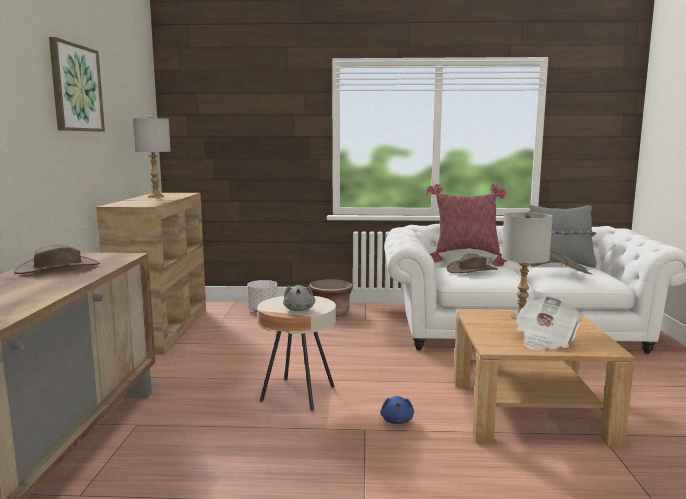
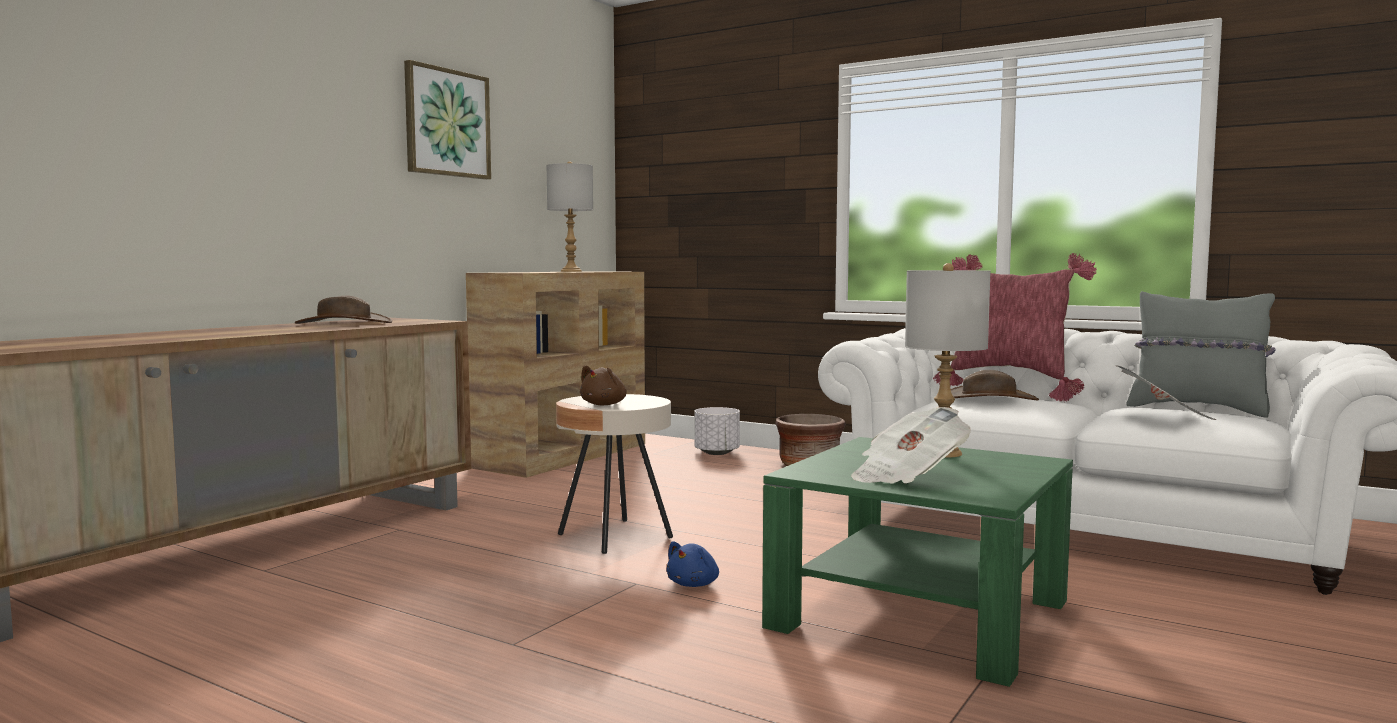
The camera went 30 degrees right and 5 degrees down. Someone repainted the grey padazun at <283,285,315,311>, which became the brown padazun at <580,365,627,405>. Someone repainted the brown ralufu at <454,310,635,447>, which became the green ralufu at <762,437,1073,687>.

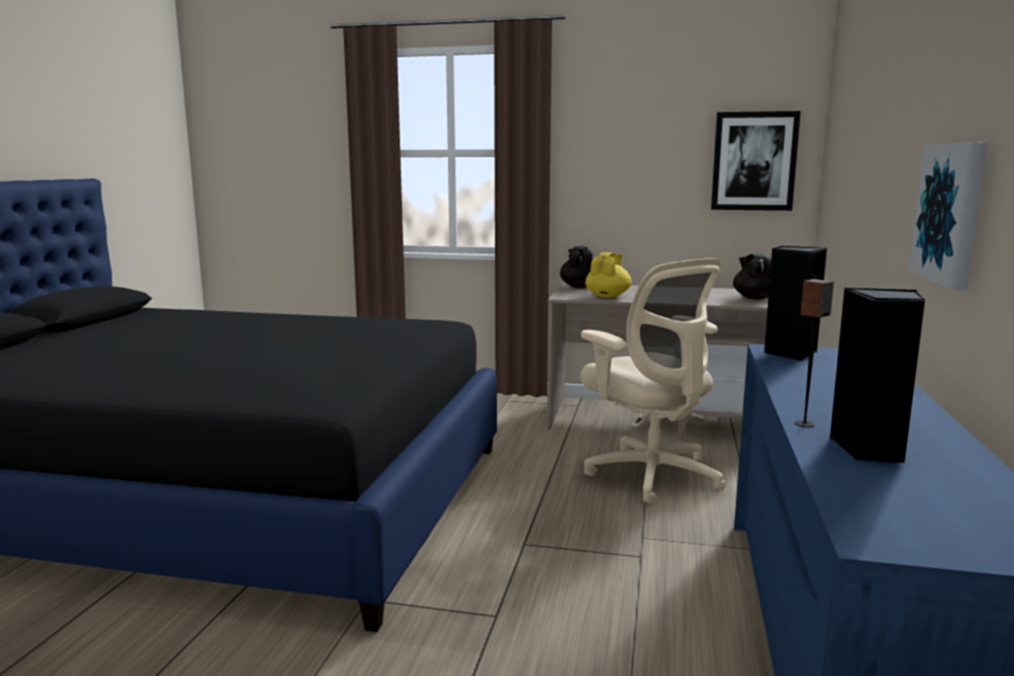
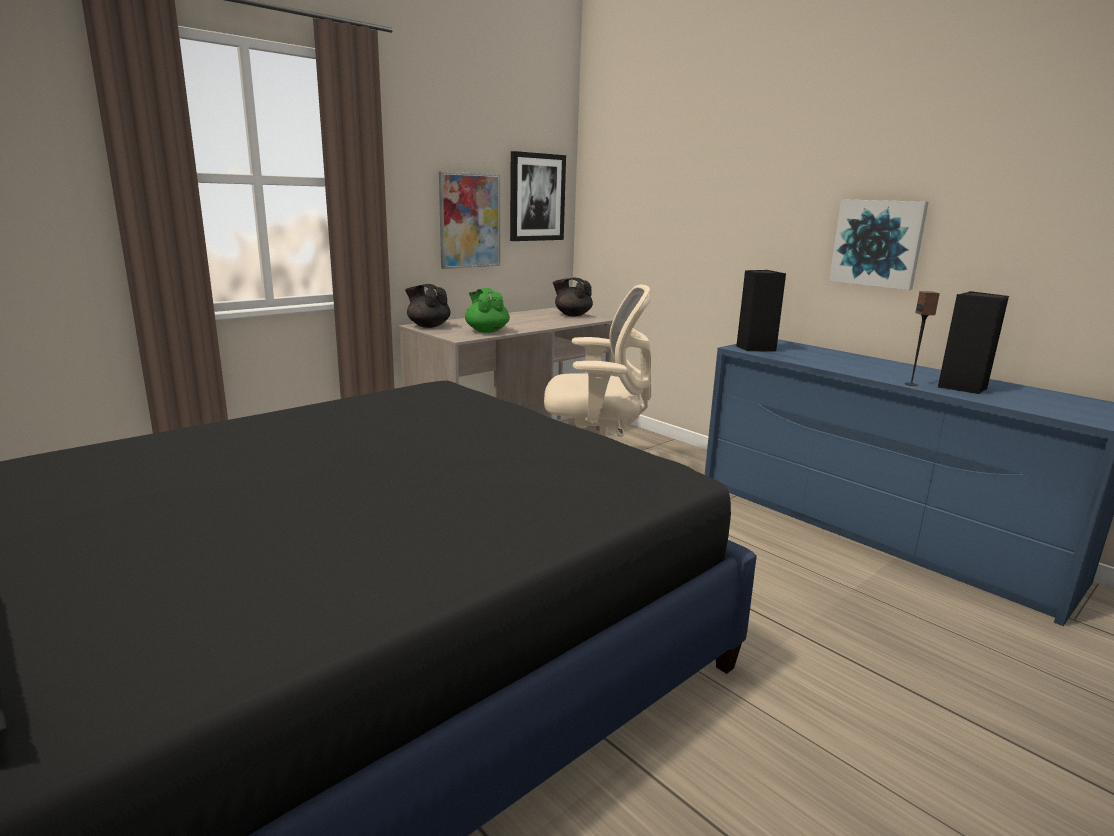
The camera went 55 degrees left and 5 degrees up. Someone repainted the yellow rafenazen at <585,252,632,298>, which became the green rafenazen at <465,288,510,333>. Someone put up the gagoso at <439,172,500,269>.

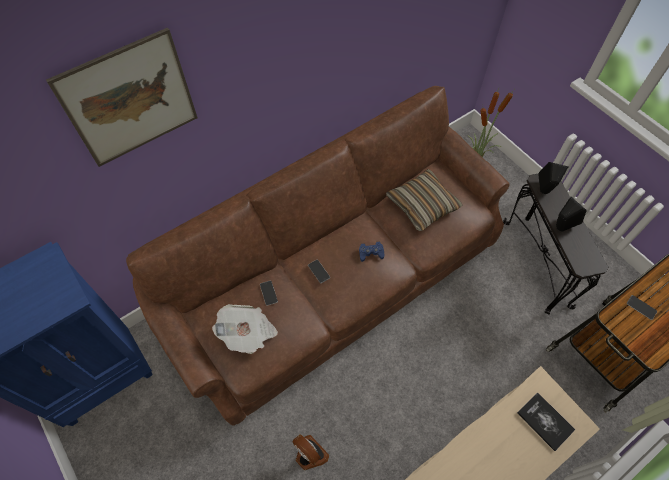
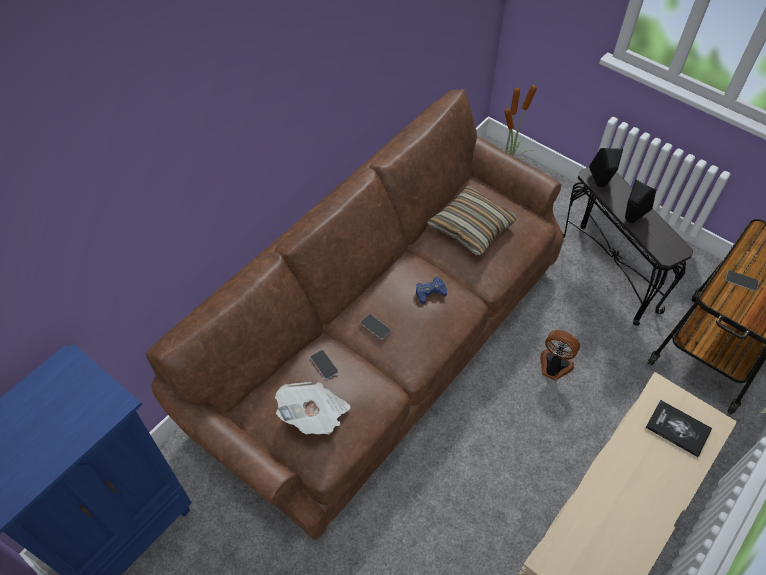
The camera went 15 degrees left and 5 degrees down. Someone took away the gagoso at <46,27,198,167>. Someone carried the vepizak from <292,434,329,470> to <540,330,580,381>.

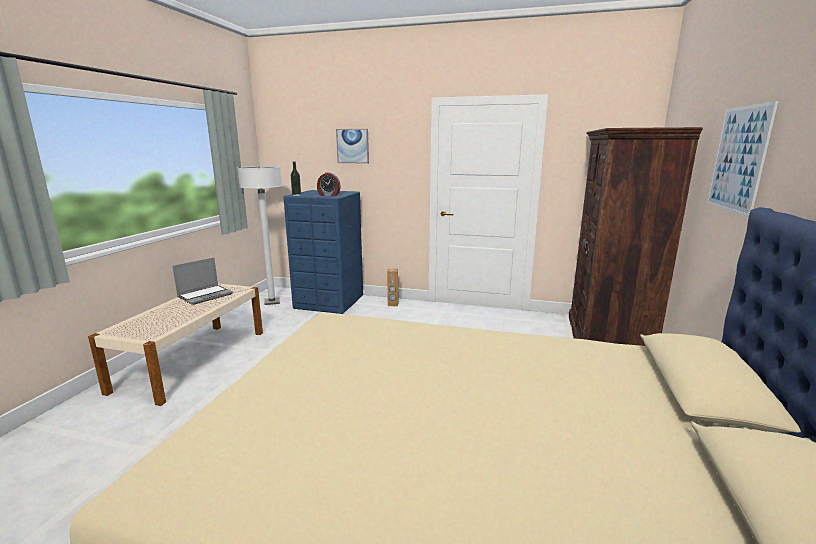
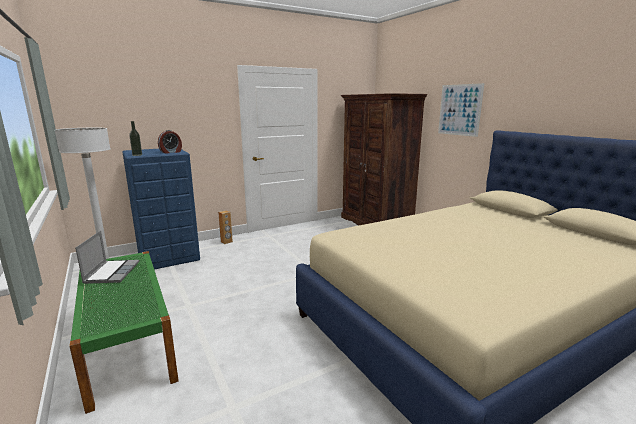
The camera went 45 degrees left and 0 degrees up. Someone repainted the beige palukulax at <88,284,263,406>, which became the green palukulax at <69,251,179,414>. Someone took away the gagoso at <336,129,369,164>.

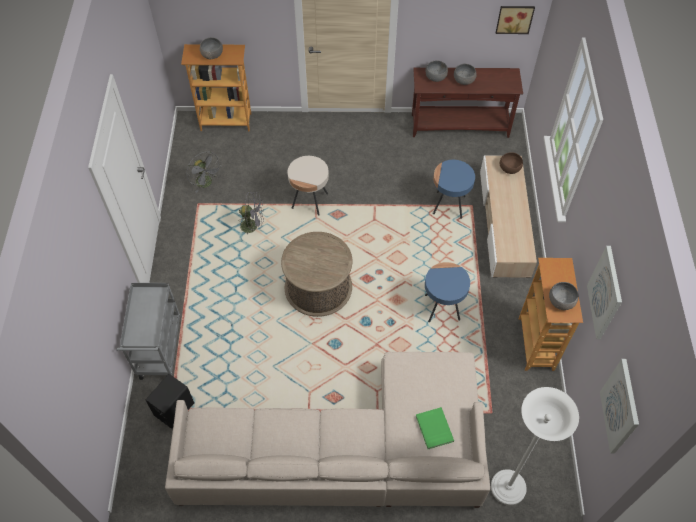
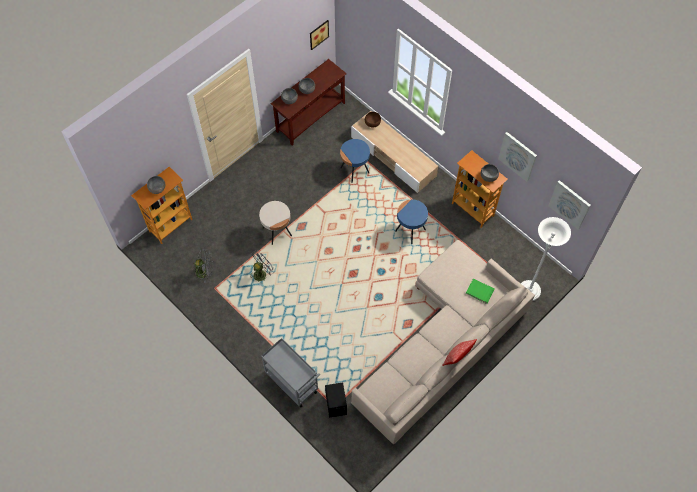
The camera went 45 degrees left and 5 degrees up. Someone took away the brown ralufu at <281,232,353,317>. Someone put down the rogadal at <442,339,477,366>.

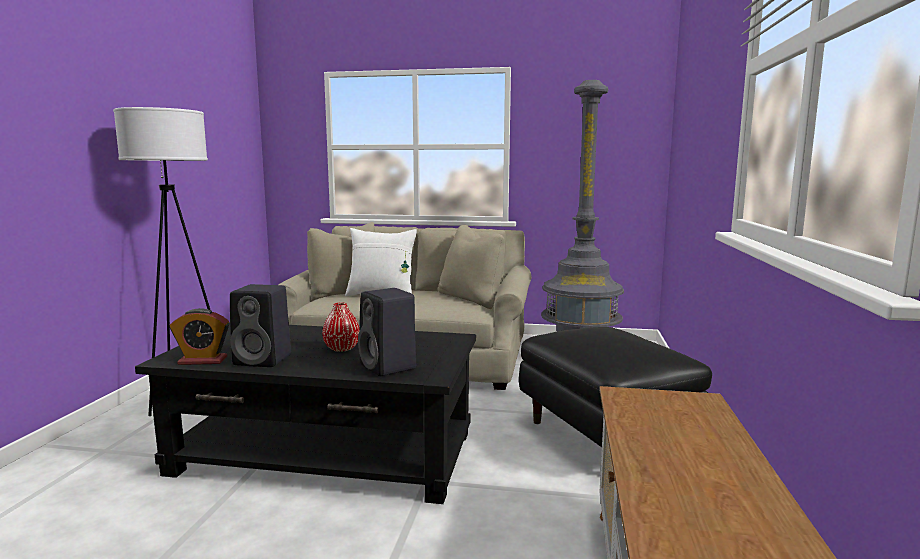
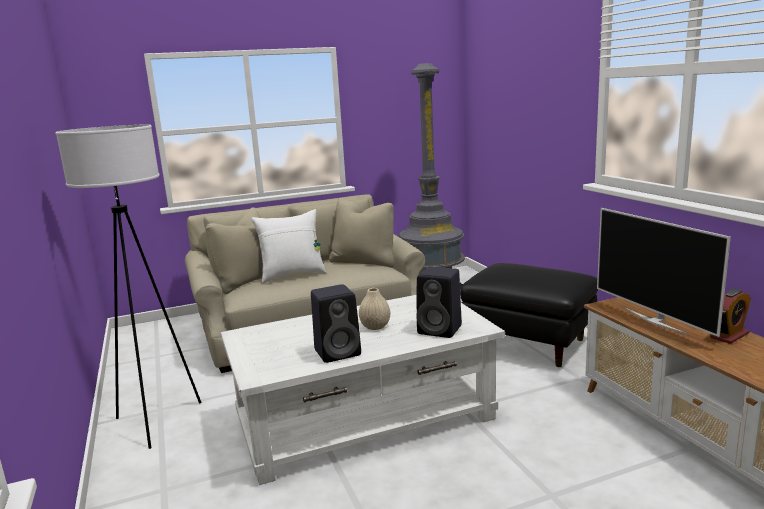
The camera went 30 degrees left and 5 degrees up. Someone repainted the black ralufu at <135,322,476,504>, which became the white ralufu at <221,295,505,485>. Someone carried the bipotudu from <169,308,229,365> to <710,289,751,344>. Someone repainted the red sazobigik at <322,302,359,352>, which became the beige sazobigik at <359,288,390,330>. Someone put down the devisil at <597,208,731,337>.

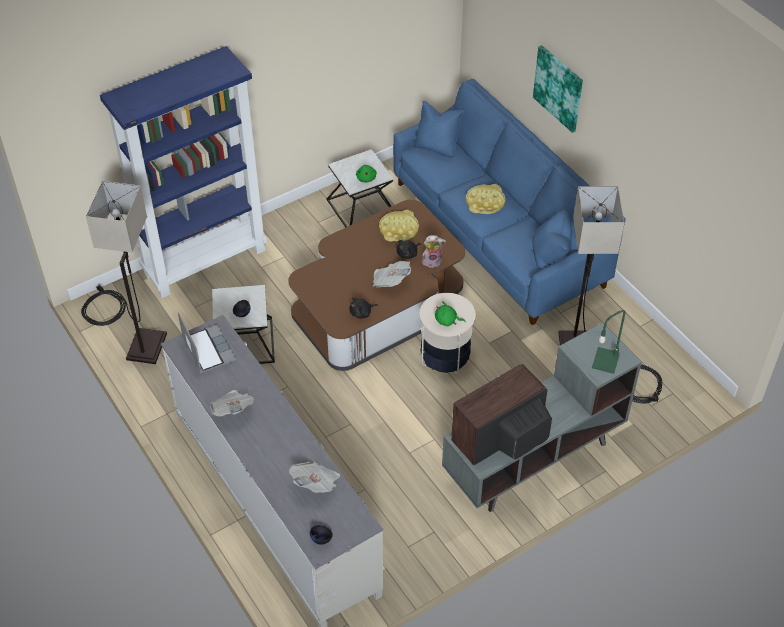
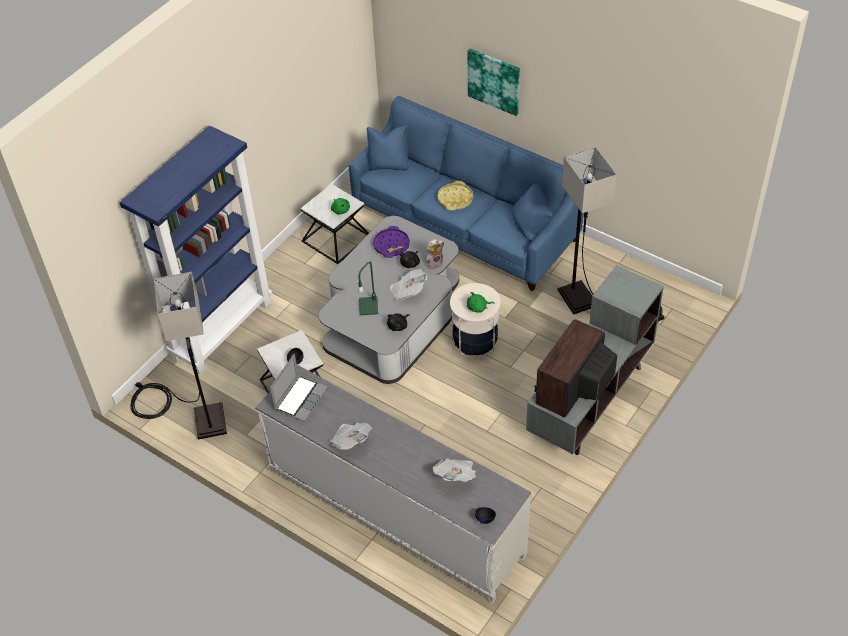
The camera went 20 degrees left and 0 degrees up. Someone rotated the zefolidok at <178,313,236,374> by 75 degrees clockwise. Someone repainted the brown ralufu at <288,200,465,371>, which became the grey ralufu at <318,216,459,384>. Someone repainted the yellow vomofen at <379,210,419,242>, which became the purple vomofen at <373,226,410,258>. Someone carried the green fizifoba from <592,310,626,374> to <358,261,378,315>.

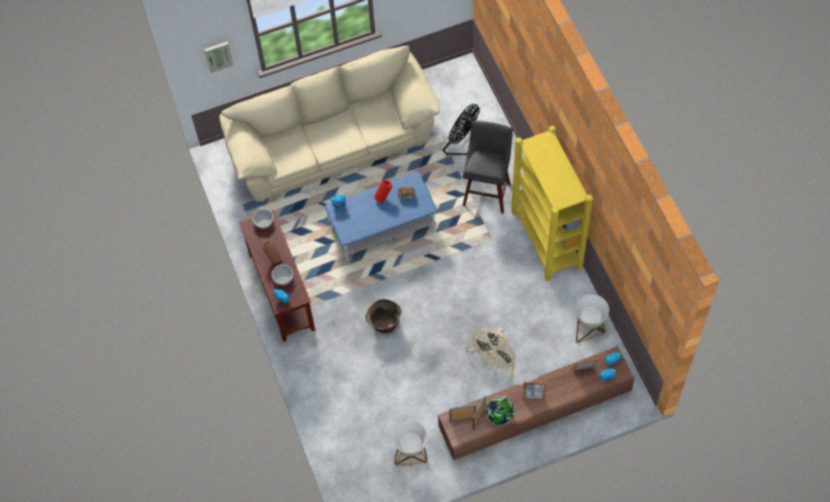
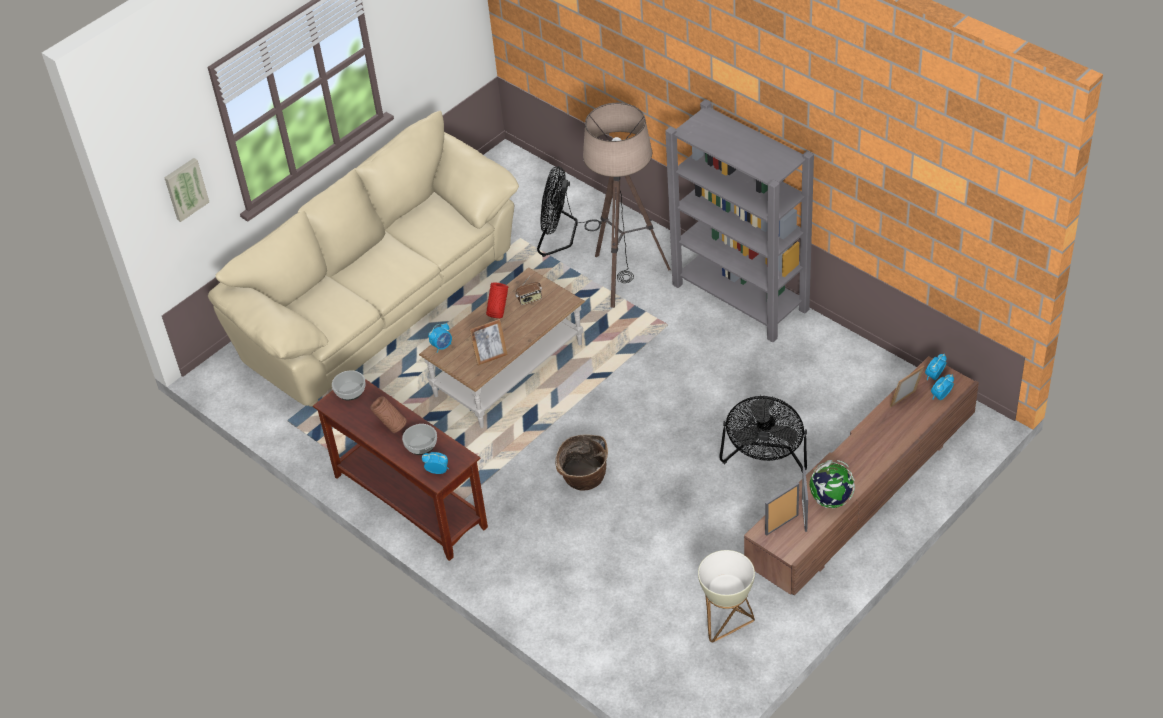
The camera went 25 degrees left and 15 degrees down. Someone repainted the blue ralufu at <324,171,438,262>, which became the brown ralufu at <419,267,585,428>. Someone swapped the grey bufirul at <463,121,513,214> for the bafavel at <583,103,671,308>. Someone repainted the beige vepizak at <466,328,517,381>, which became the black vepizak at <719,395,807,473>. Someone repainted the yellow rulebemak at <511,125,593,282>, which became the grey rulebemak at <665,99,814,342>. Someone carried the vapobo from <523,382,546,400> to <470,319,508,365>. Someone took away the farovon at <575,294,609,343>.

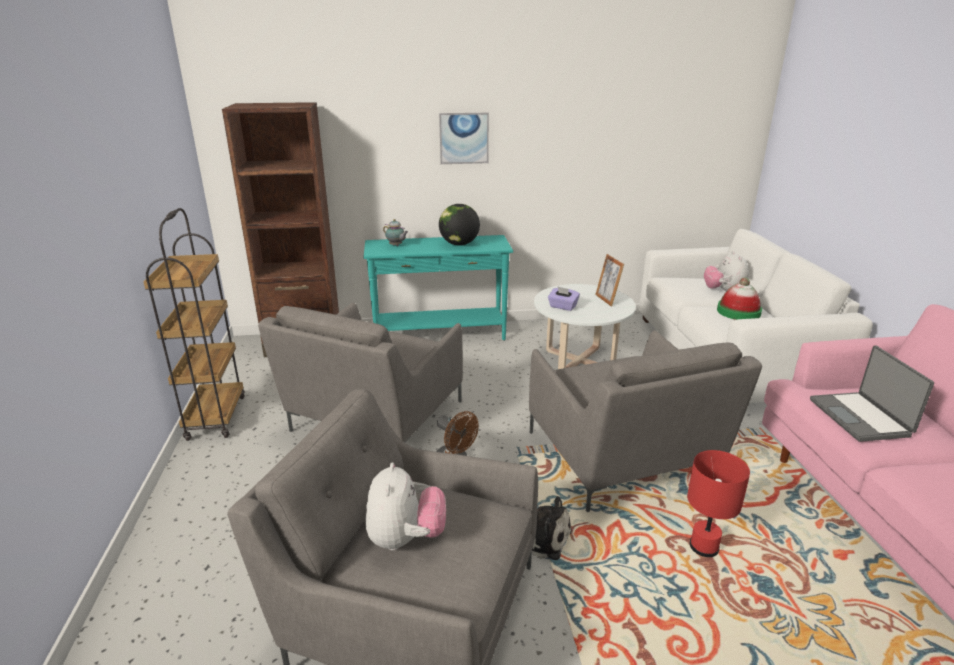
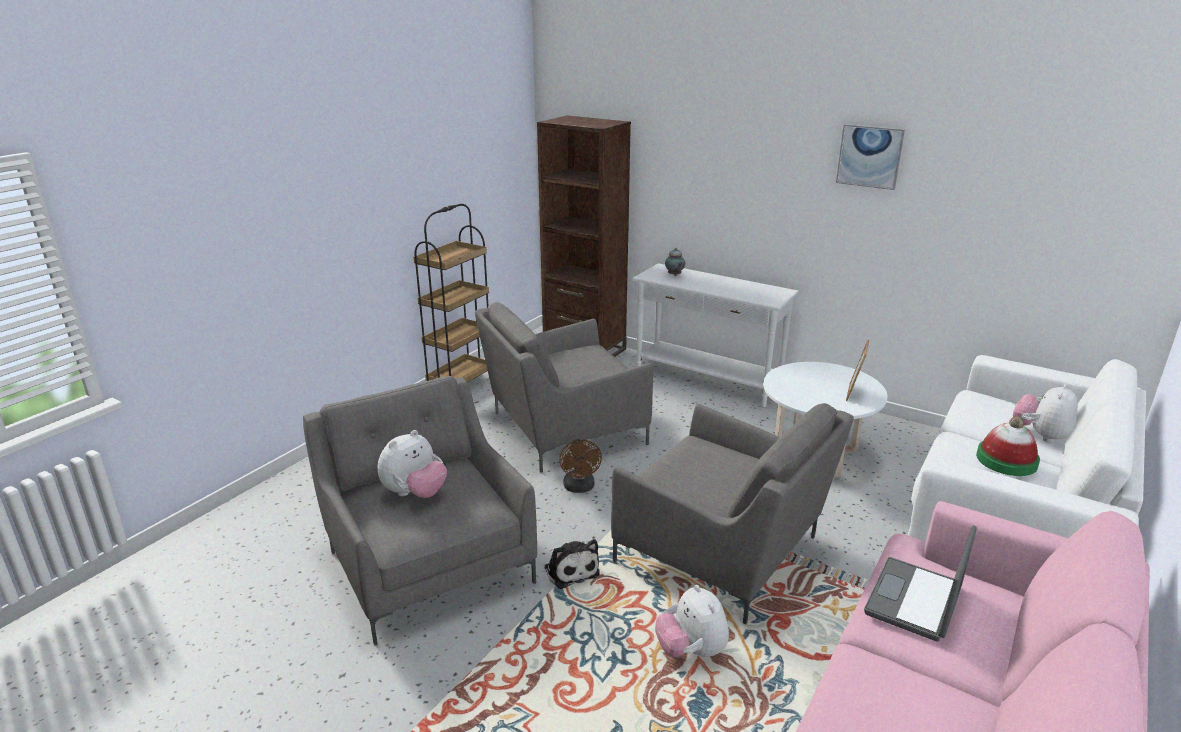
The camera went 40 degrees right and 0 degrees up. Someone repainted the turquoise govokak at <363,235,513,341>, which became the white govokak at <632,263,799,408>. Someone carried the gagoso from <439,113,489,164> to <836,124,905,190>. Someone took away the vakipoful at <439,204,480,246>. Someone rotated the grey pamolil at <529,330,762,512> by 75 degrees counterclockwise. Someone took away the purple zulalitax at <548,287,580,311>. Someone swapped the red fizifoba at <687,450,750,557> for the padazun at <655,585,729,657>.

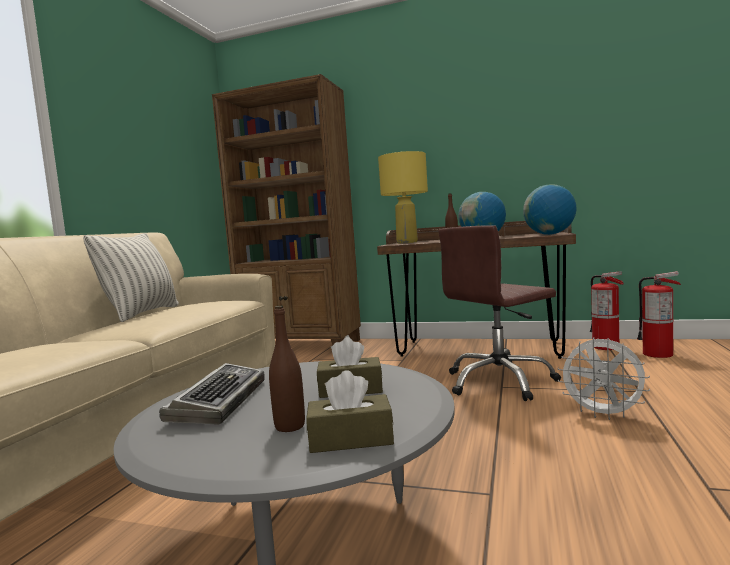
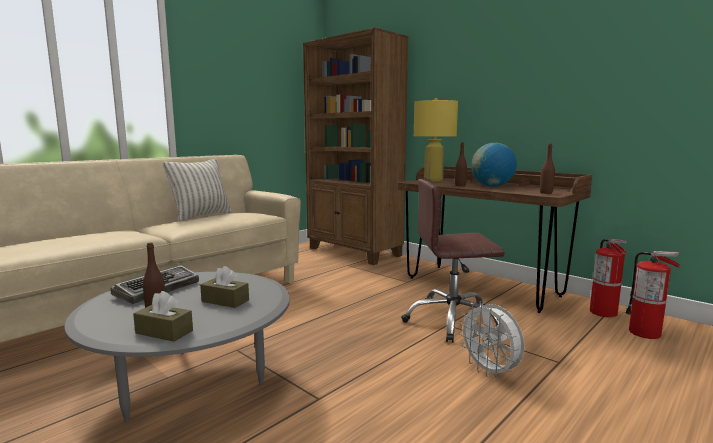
The camera went 25 degrees right and 5 degrees up. Someone swapped the vakipoful at <523,184,577,235> for the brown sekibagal at <540,144,555,194>.

